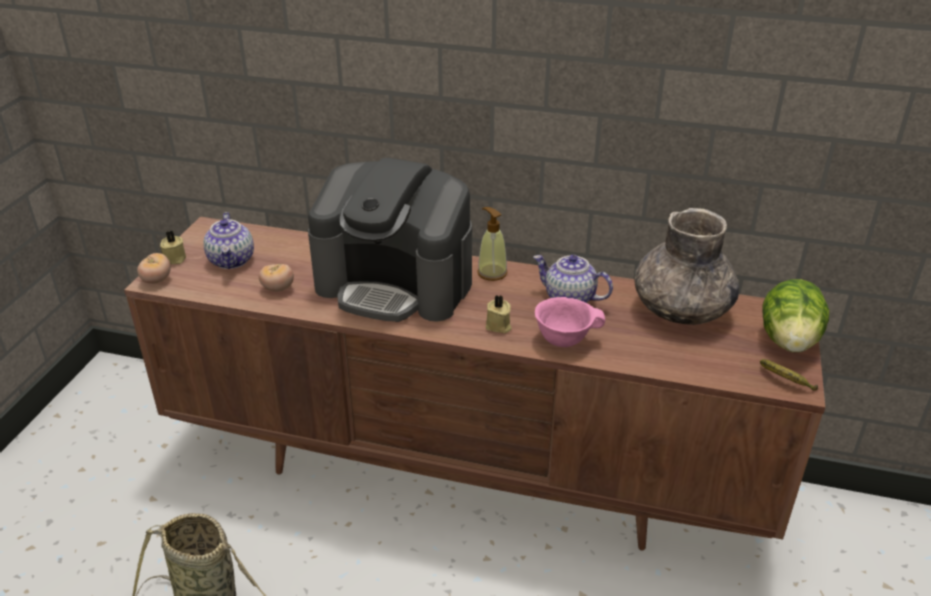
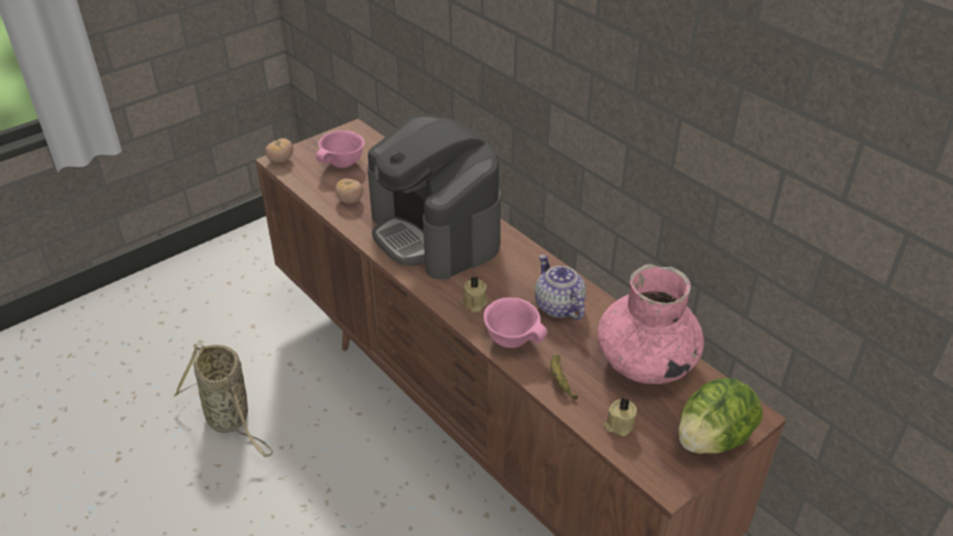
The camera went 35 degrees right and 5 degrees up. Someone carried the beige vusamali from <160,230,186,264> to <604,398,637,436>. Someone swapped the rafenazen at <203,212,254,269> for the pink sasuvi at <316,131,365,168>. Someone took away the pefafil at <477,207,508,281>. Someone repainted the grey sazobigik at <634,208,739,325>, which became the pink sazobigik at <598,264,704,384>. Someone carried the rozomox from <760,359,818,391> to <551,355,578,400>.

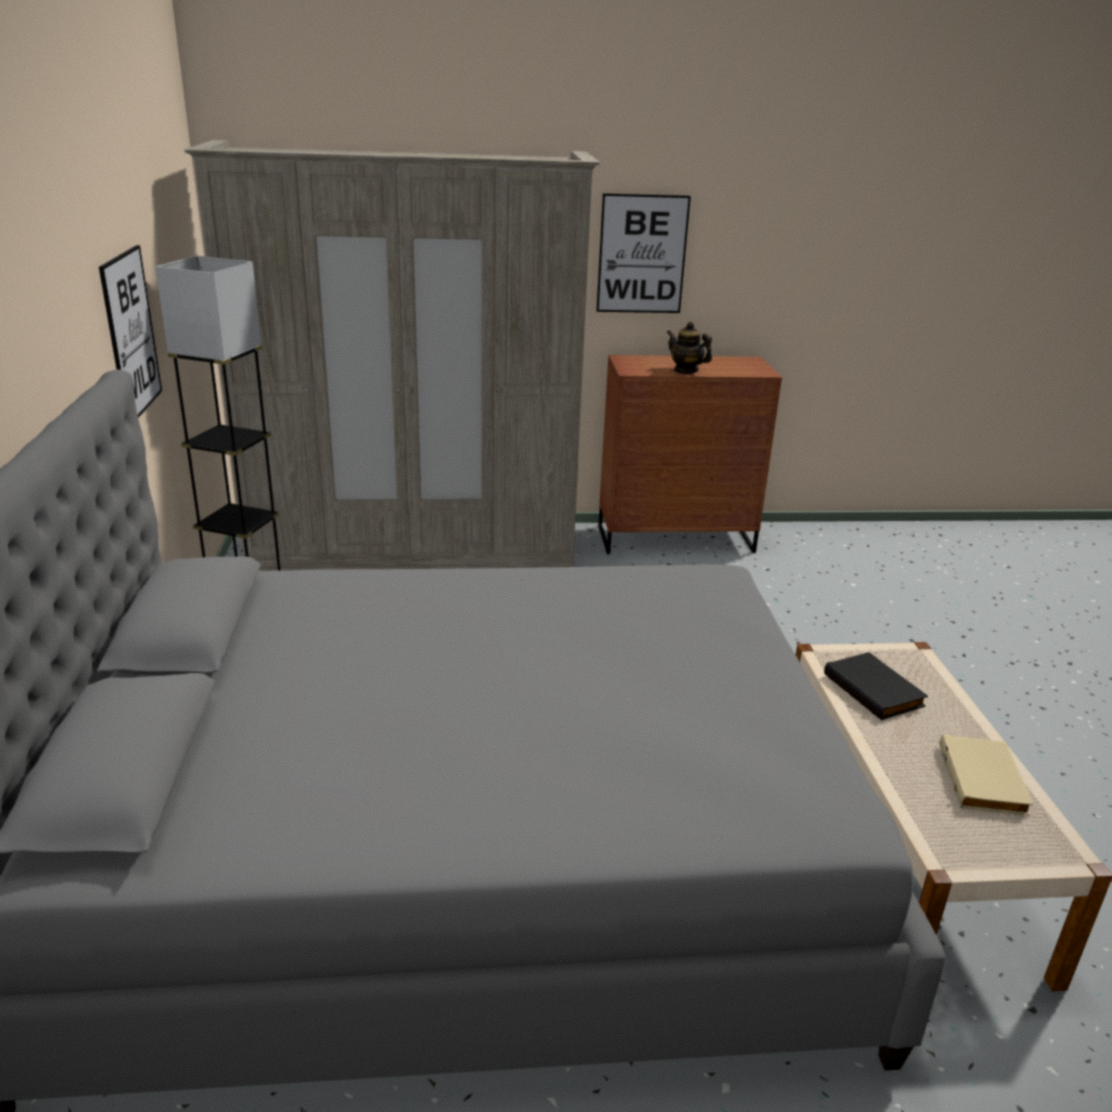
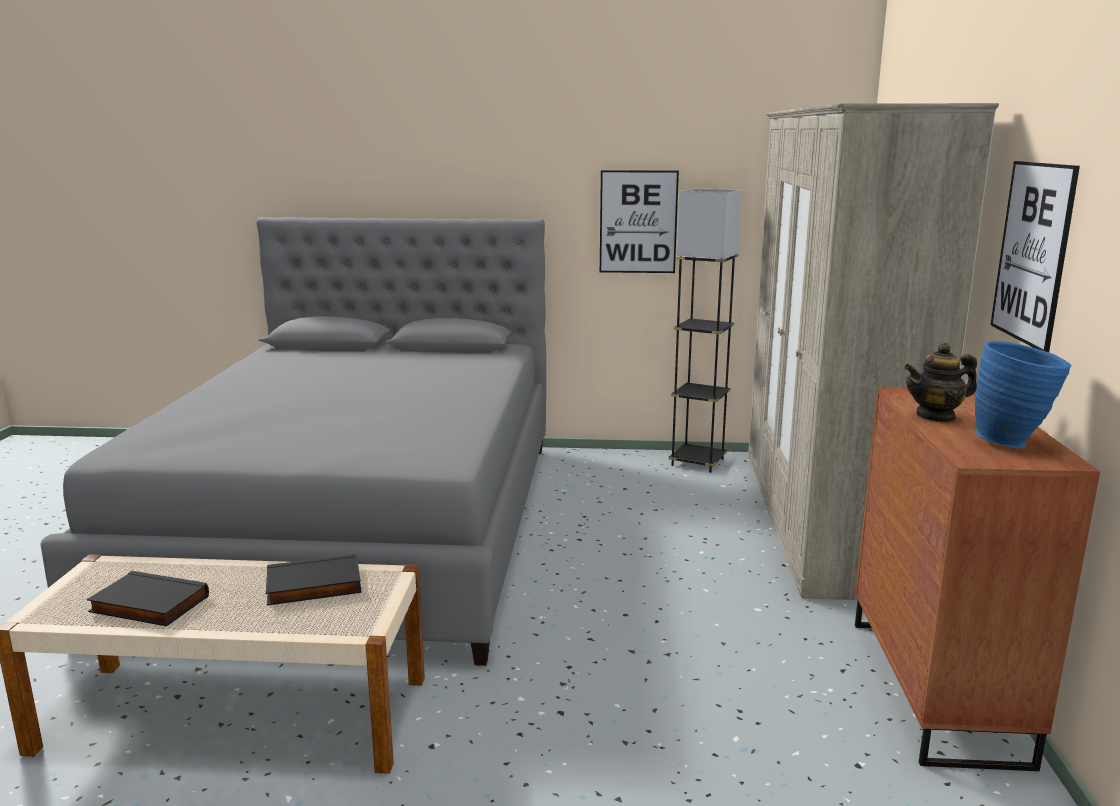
The camera went 100 degrees right and 10 degrees down. Someone rotated the rafenazen at <667,322,712,374> by 150 degrees counterclockwise. Someone repainted the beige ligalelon at <939,734,1034,816>, which became the black ligalelon at <87,571,209,626>. Someone put down the blue sazobigik at <974,341,1071,449>.

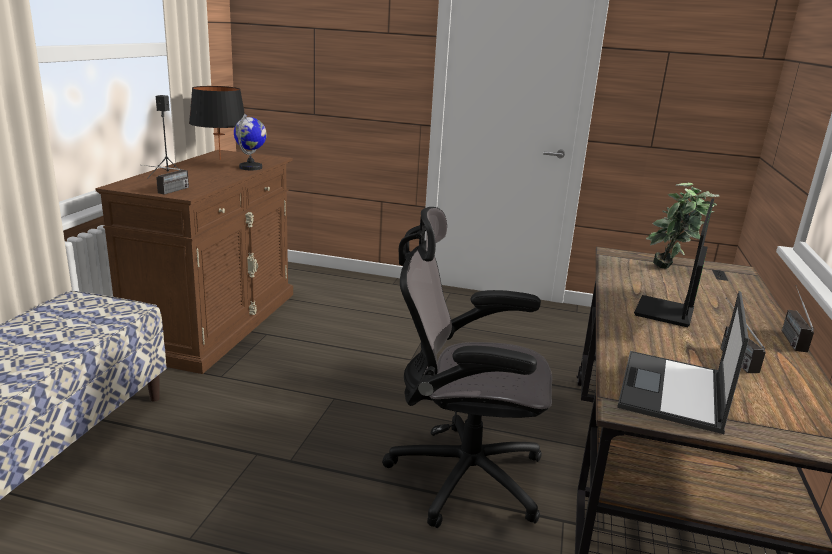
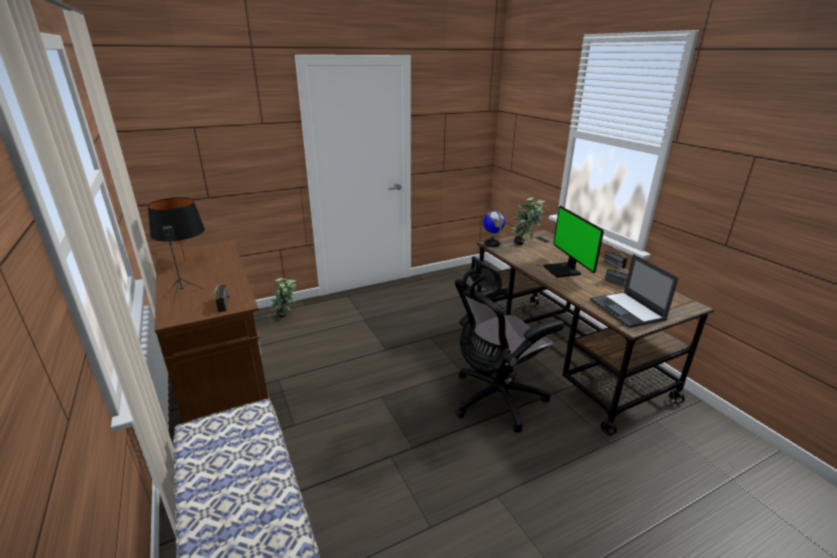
The camera went 40 degrees left and 5 degrees up. Someone carried the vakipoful from <234,114,267,170> to <483,210,505,247>. Someone put down the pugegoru at <270,278,296,317>.

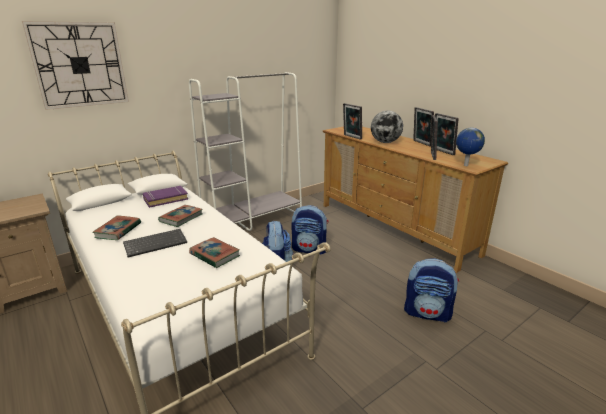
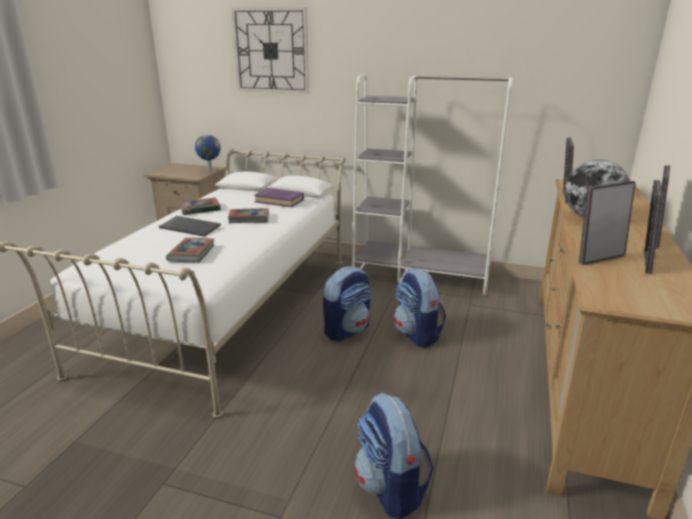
The camera went 55 degrees right and 0 degrees up. Someone carried the vakipoful from <456,128,485,166> to <195,135,221,172>.

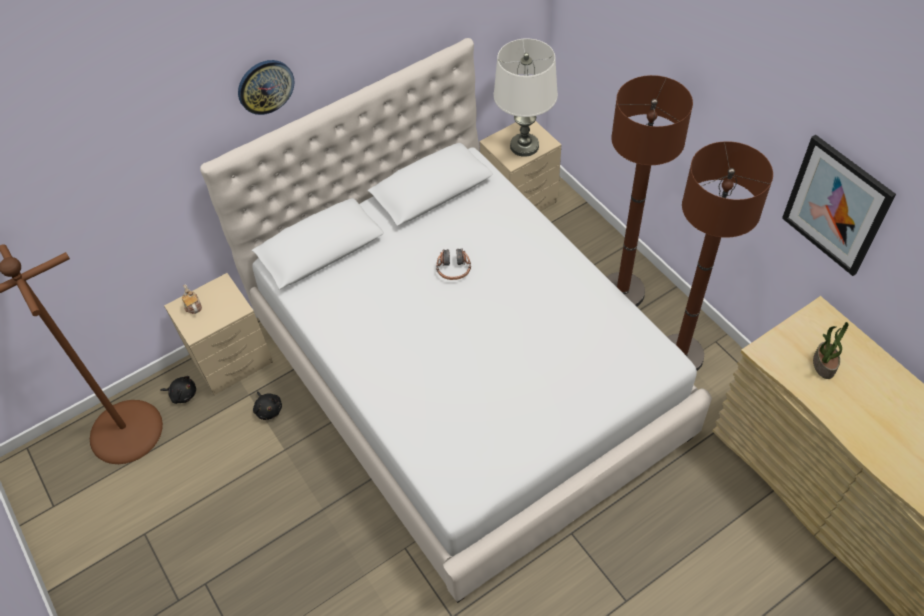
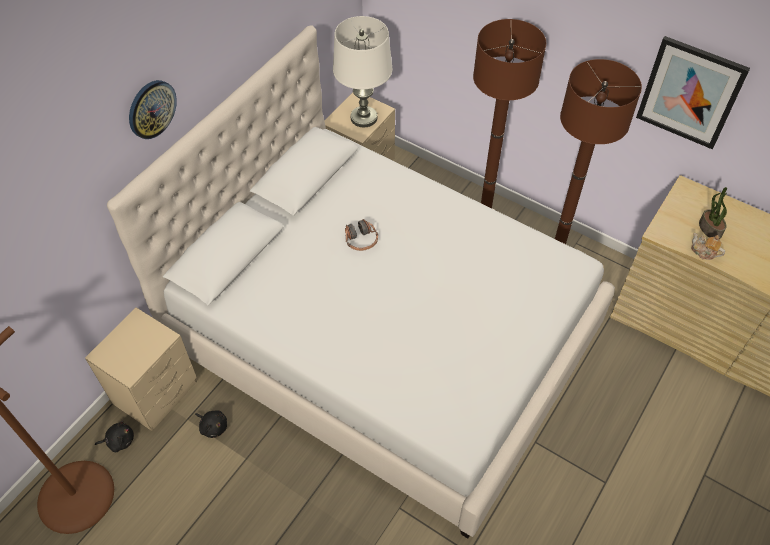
The camera went 25 degrees left and 0 degrees up. Someone carried the rafenazen from <182,285,202,314> to <691,233,725,260>.

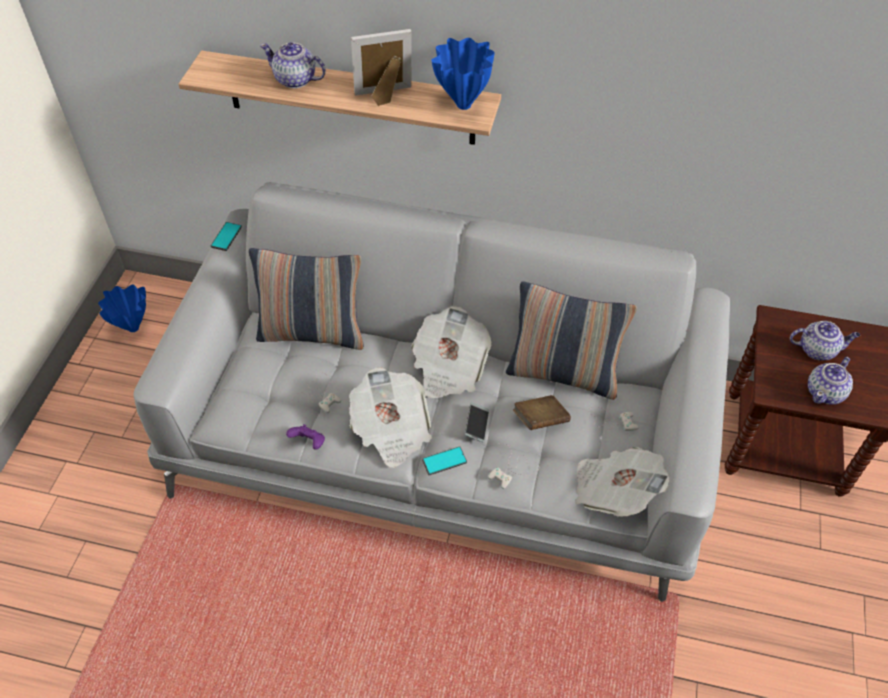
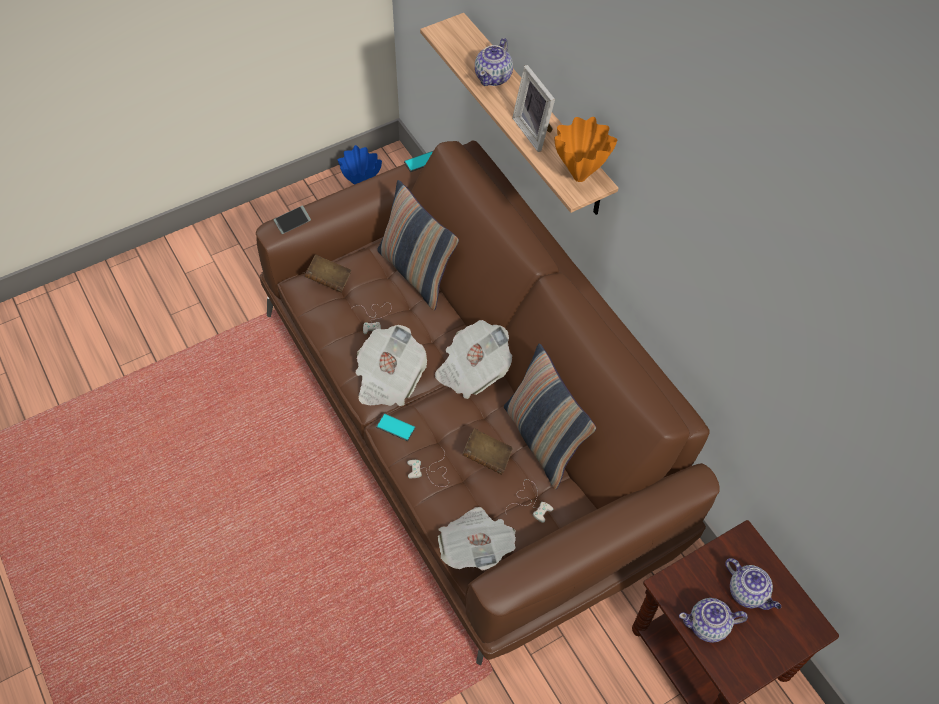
The camera went 45 degrees right and 5 degrees up. Someone repainted the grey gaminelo at <133,182,730,602>, which became the brown gaminelo at <256,141,720,665>. Someone rotated the rafenazen at <260,42,326,88> by 135 degrees counterclockwise. Someone took away the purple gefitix at <286,424,325,450>. Someone rotated the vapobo at <351,29,412,106> by 150 degrees counterclockwise. Someone repainted the blue sazobigik at <431,38,495,110>, which became the orange sazobigik at <554,117,618,182>. Someone carried the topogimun from <465,402,489,443> to <274,206,311,234>. Someone put down the brown ligalelon at <305,254,351,292>.

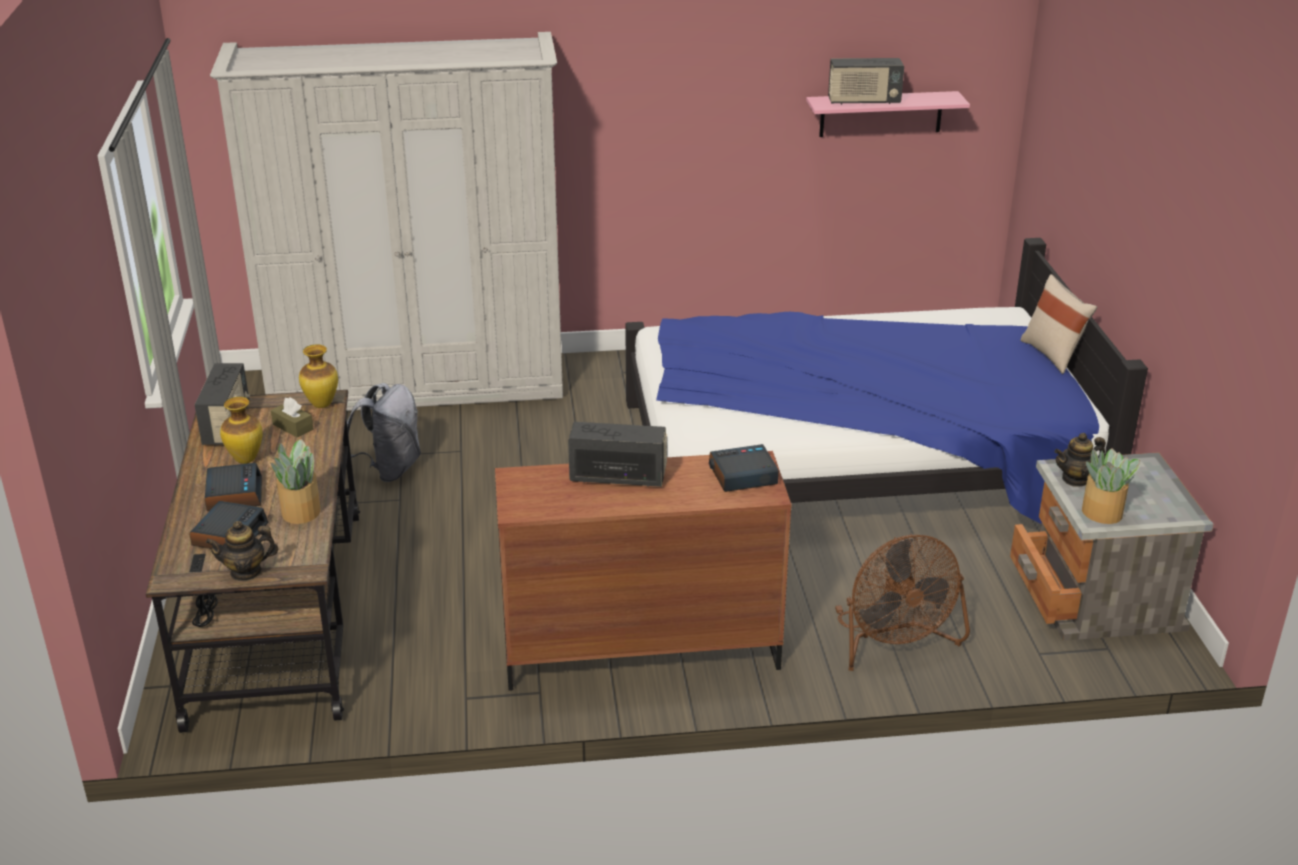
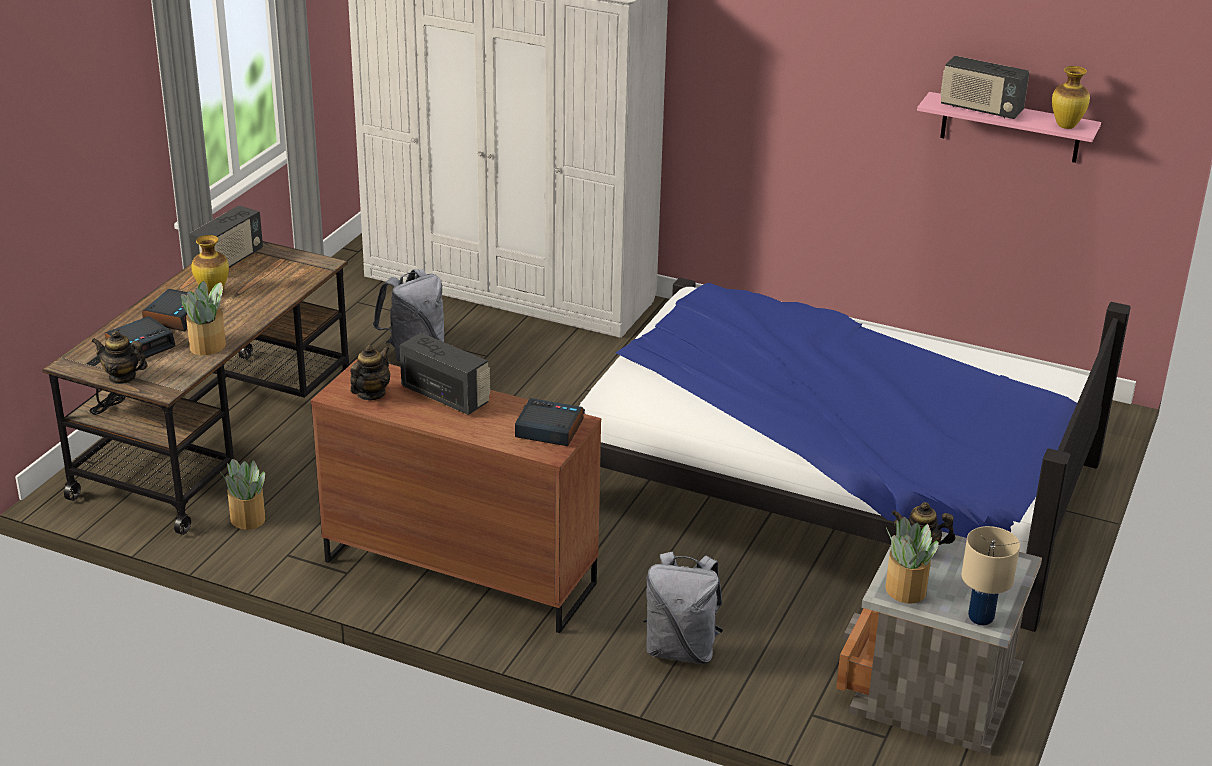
The camera went 30 degrees right and 0 degrees up. Someone took away the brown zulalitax at <271,398,313,438>. Someone carried the sazobigik from <299,344,338,408> to <1052,66,1090,129>. Someone swapped the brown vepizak at <835,534,970,671> for the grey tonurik at <643,552,723,664>. Someone took away the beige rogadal at <1020,274,1097,374>. Someone put down the pugegoru at <220,459,266,530>. Someone put down the rafenazen at <350,345,390,400>. Someone put down the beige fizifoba at <961,526,1020,625>.

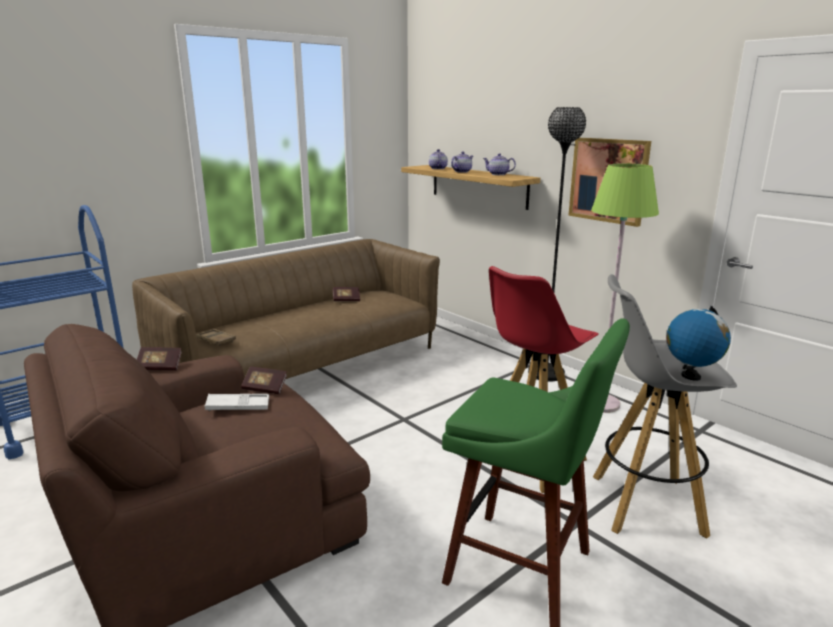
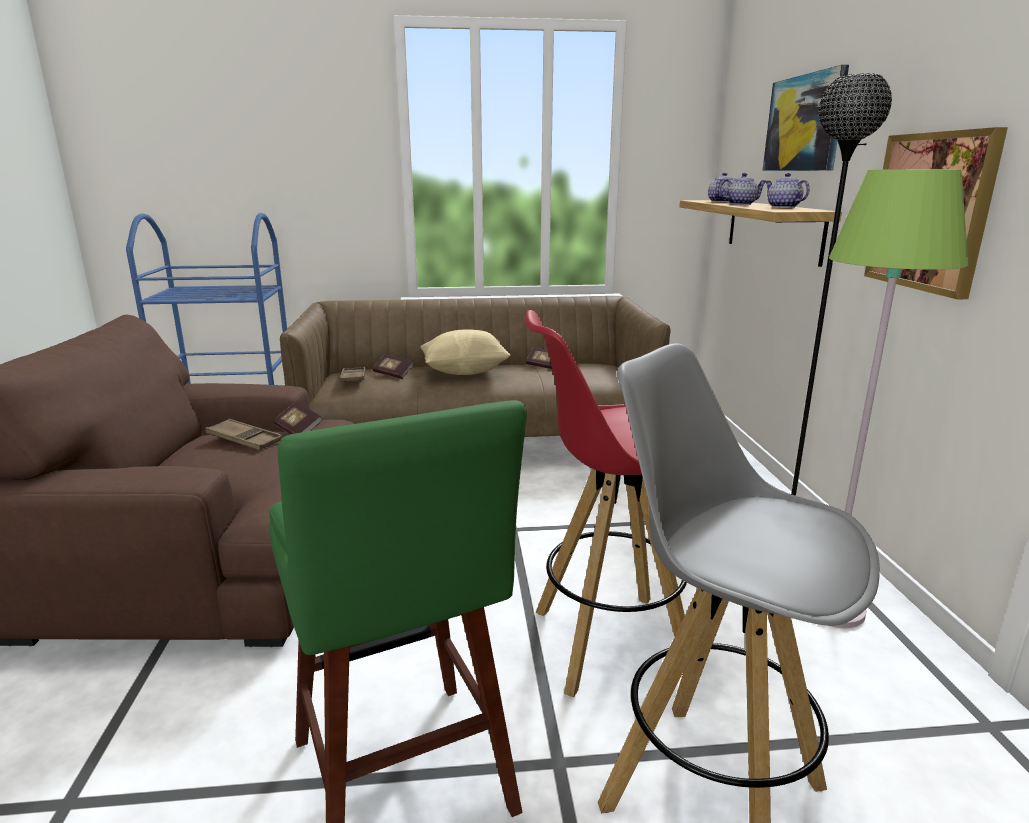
The camera went 35 degrees right and 0 degrees up. Someone carried the ligalelon from <137,347,182,371> to <372,354,414,379>. Someone repainted the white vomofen at <205,394,269,411>, which became the brown vomofen at <205,419,283,450>. Someone took away the vakipoful at <666,306,731,381>. Someone put down the beige rogadal at <420,329,511,375>. Someone put up the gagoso at <763,65,849,171>.

